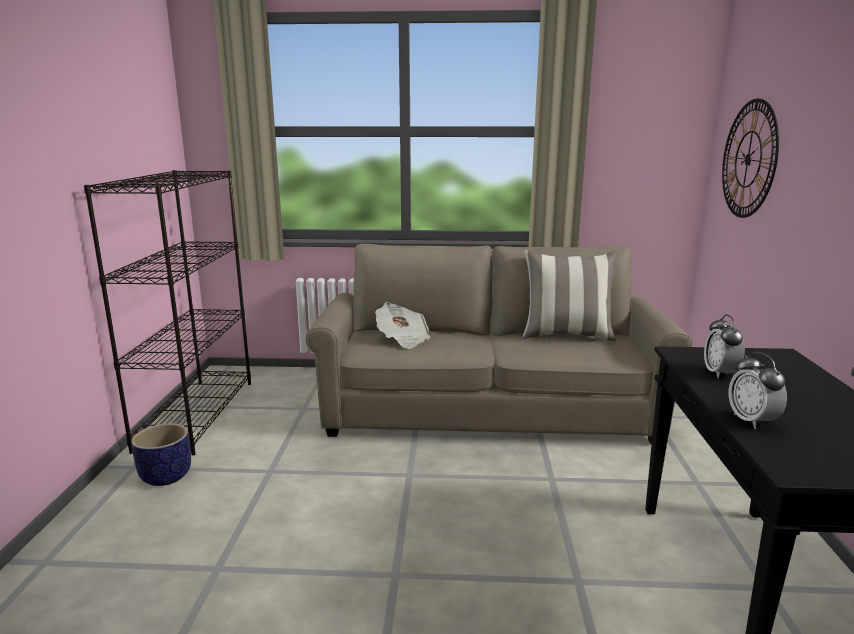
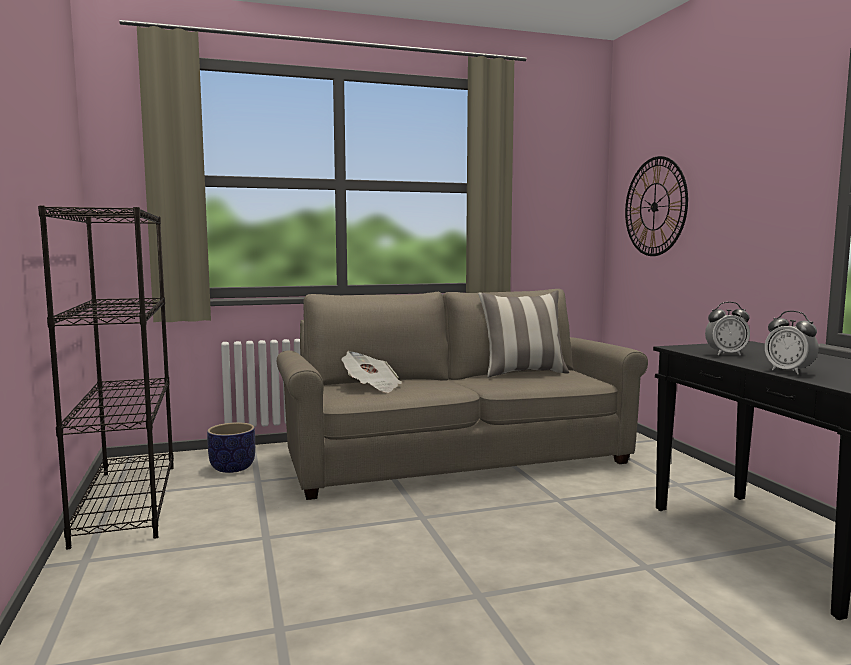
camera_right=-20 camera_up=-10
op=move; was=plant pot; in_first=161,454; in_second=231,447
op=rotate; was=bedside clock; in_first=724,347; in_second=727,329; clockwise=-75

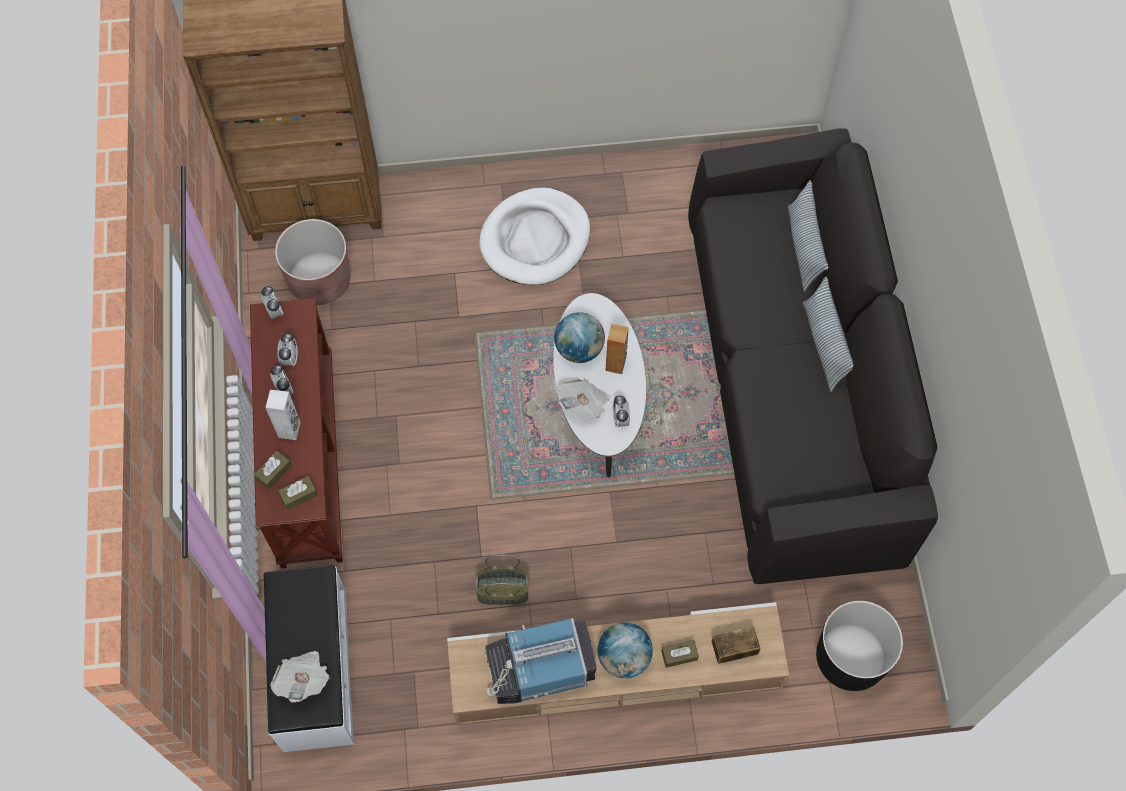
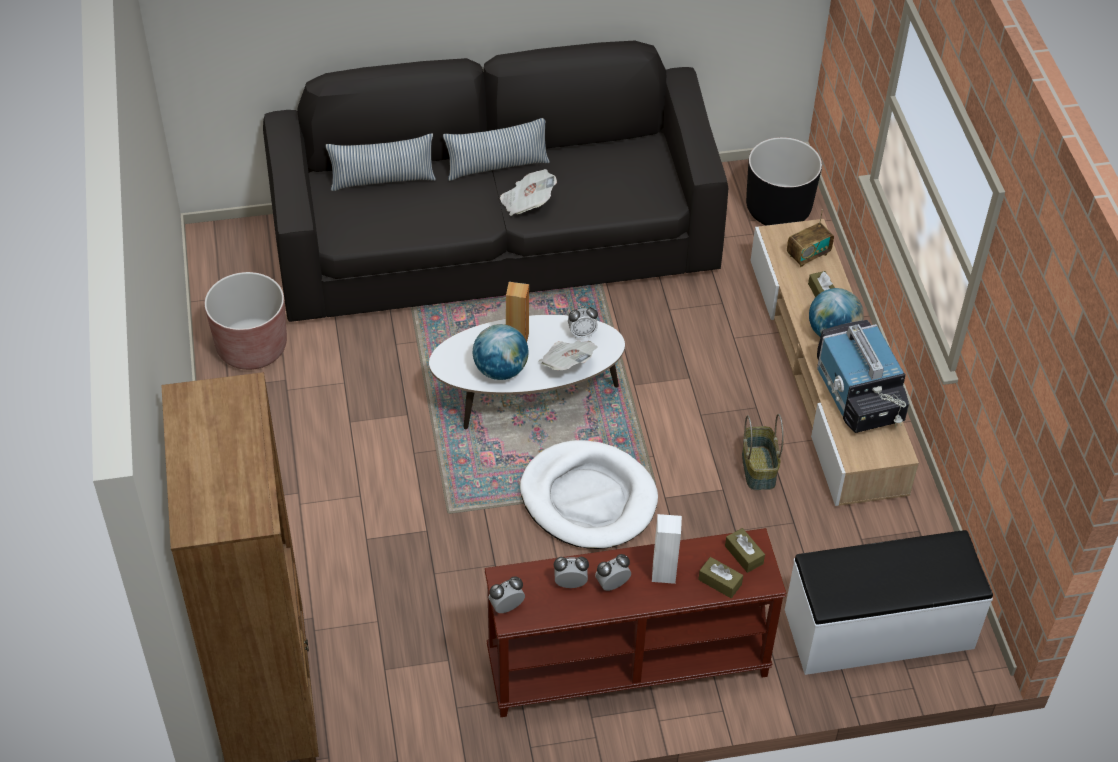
camera_right=-95 camera_up=-15
op=move; was=newspaper; in_first=300,676; in_second=528,192
op=move; was=brownish plant pot; in_first=312,262; in_second=245,321
op=move; was=white dog cushion; in_first=534,236; in_second=589,494
op=rotate; was=radio set; in_first=736,645; in_second=810,238; clockwise=-105

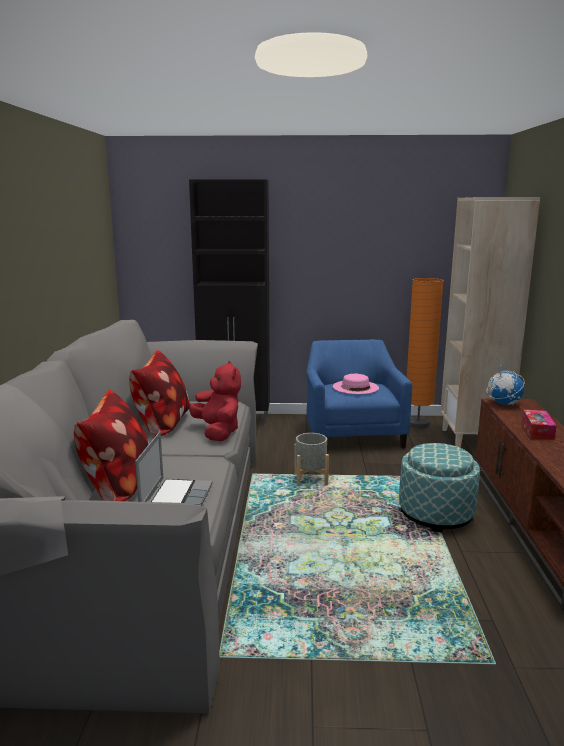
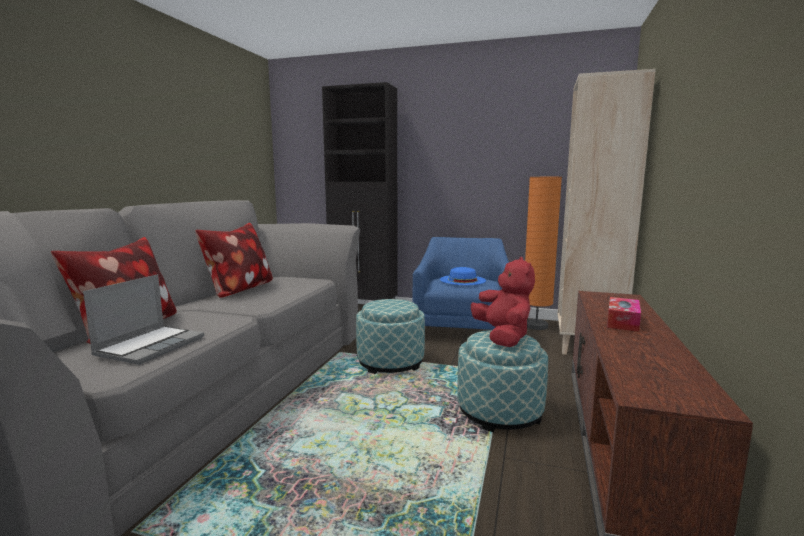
camera_right=15 camera_up=-5
op=delete; was=world globe; in_first=505,384
op=move; was=red-coloured plush toy; in_first=215,401; in_second=503,302
op=replace; was=gray plant pot; now=pouffe; in_first=311,459; in_second=390,336
op=recolor; was=pink clothing hat; now=blue-coloured clothing hat; in_first=356,384; in_second=463,276

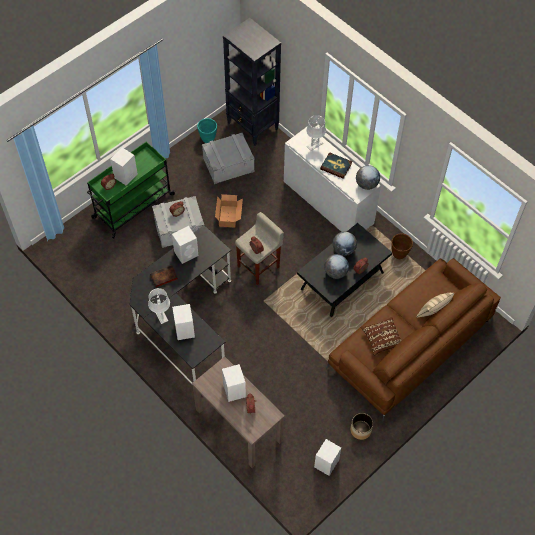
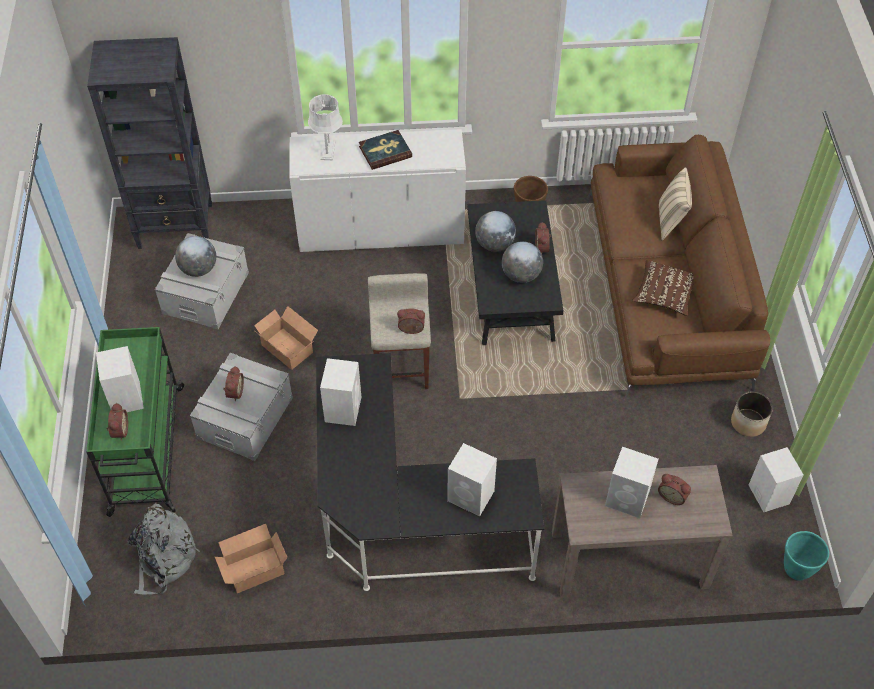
camera_right=-50 camera_up=-5
op=delete; was=white table lamp; in_first=159,306
op=delete; was=volume; in_first=164,276
op=insert; now=gray backpack; in_second=163,549
op=insert; now=packing box; in_second=251,558
op=move; was=blue-green plant pot; in_first=207,130; in_second=806,556
op=move; was=world globe; in_first=368,177; in_second=195,256

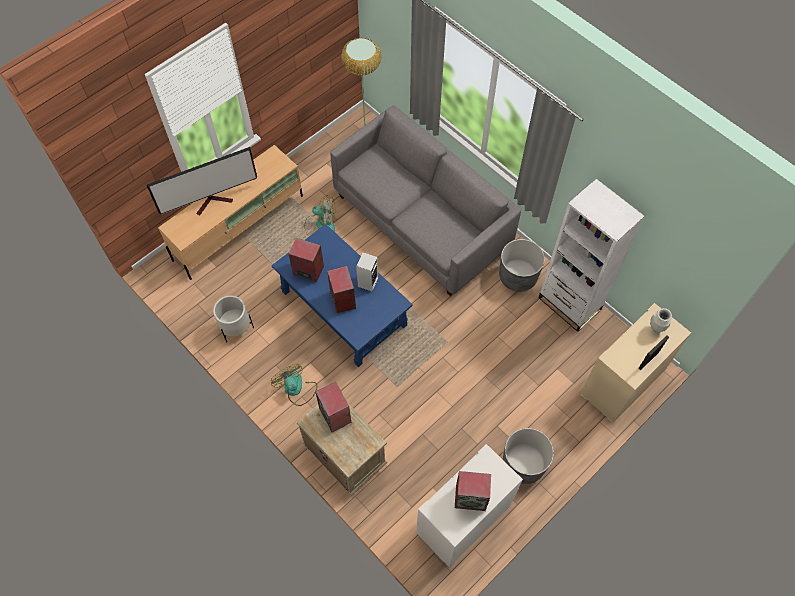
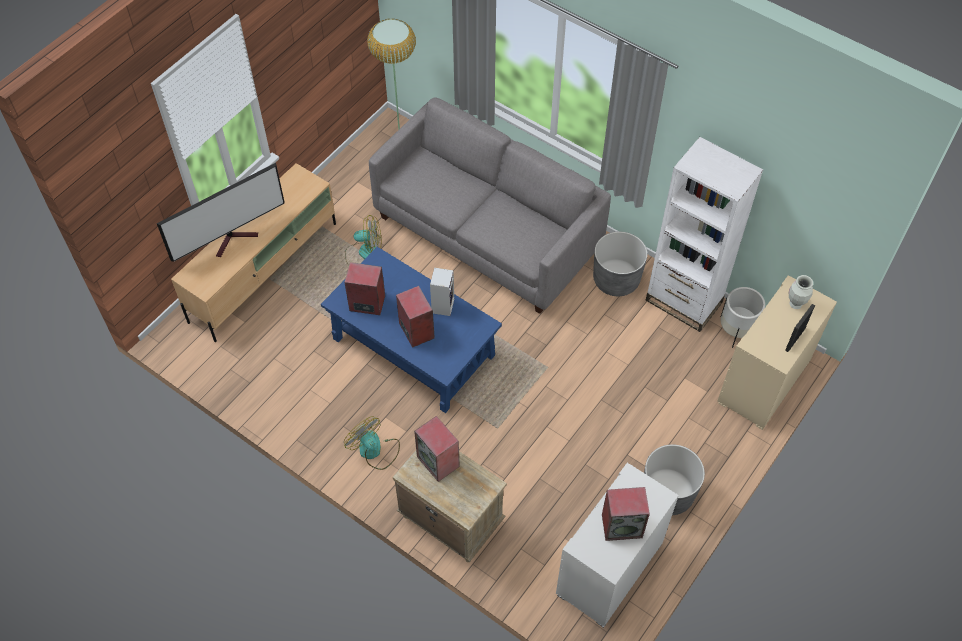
camera_right=-10 camera_up=-5
op=move; was=white plant pot; in_first=233,318; in_second=742,317

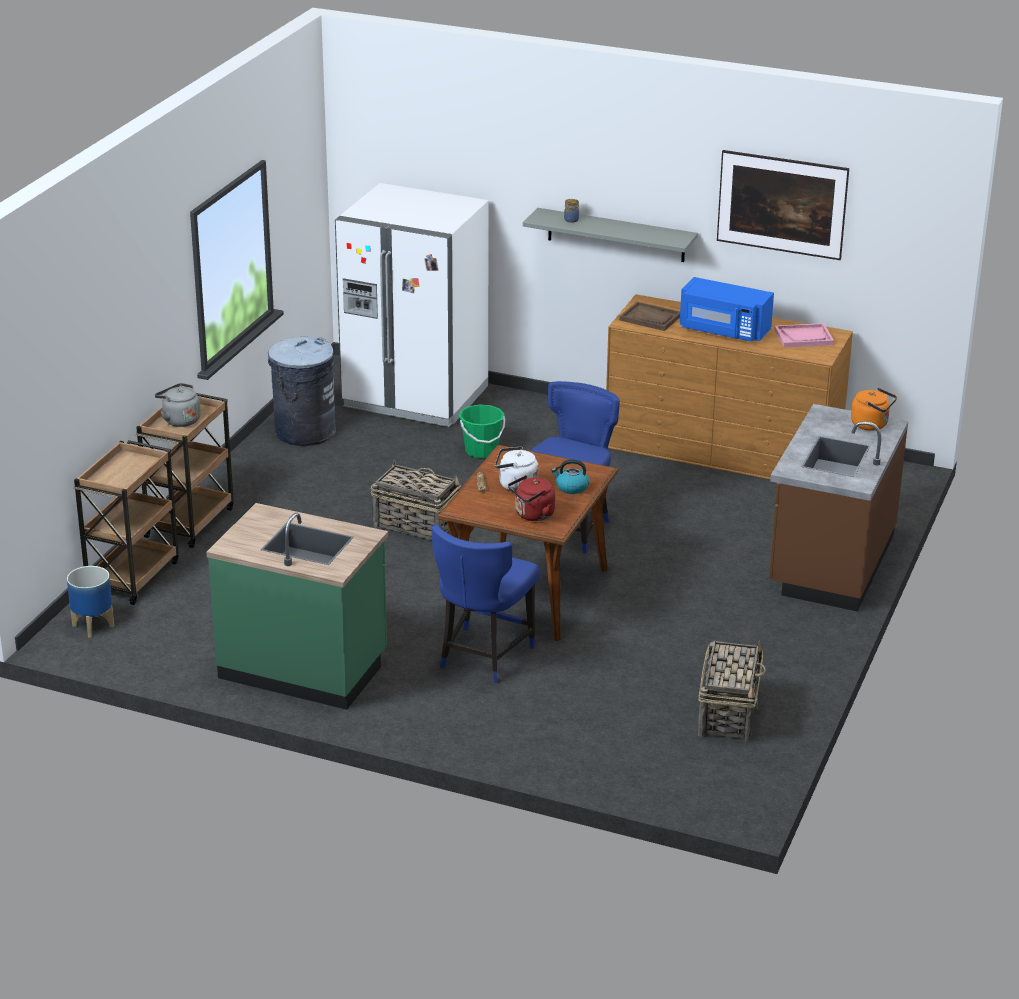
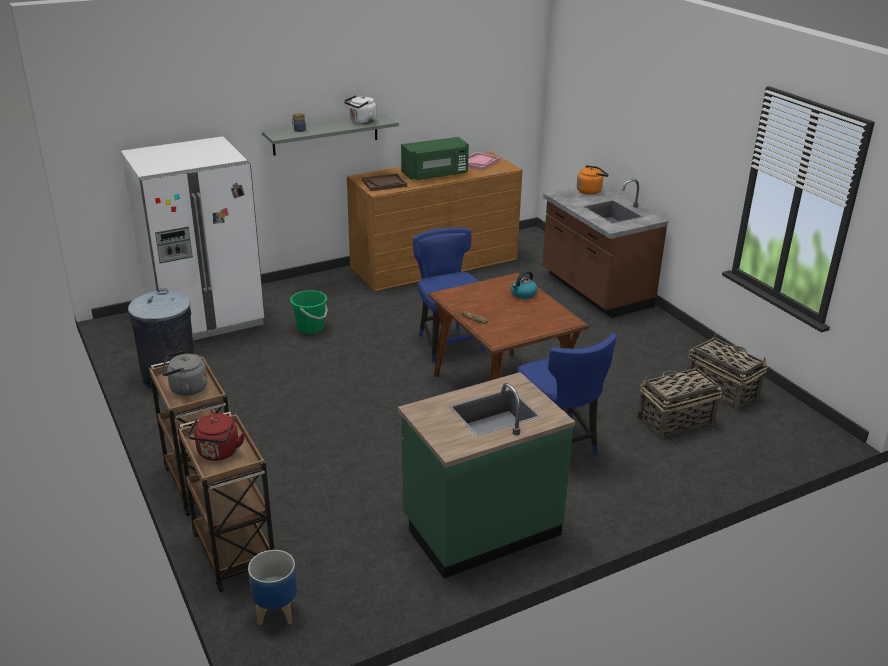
camera_right=-50 camera_up=0
op=delete; was=picture; in_first=783,205
op=move; was=household basket; in_first=416,499; in_second=679,401
op=move; was=white kettle; in_first=516,469; in_second=360,109
op=move; was=red-coloured kettle; in_first=531,498; in_second=216,437
op=recolor; was=blue-coloured microwave; now=green-coloured microwave; in_first=727,309; in_second=435,158

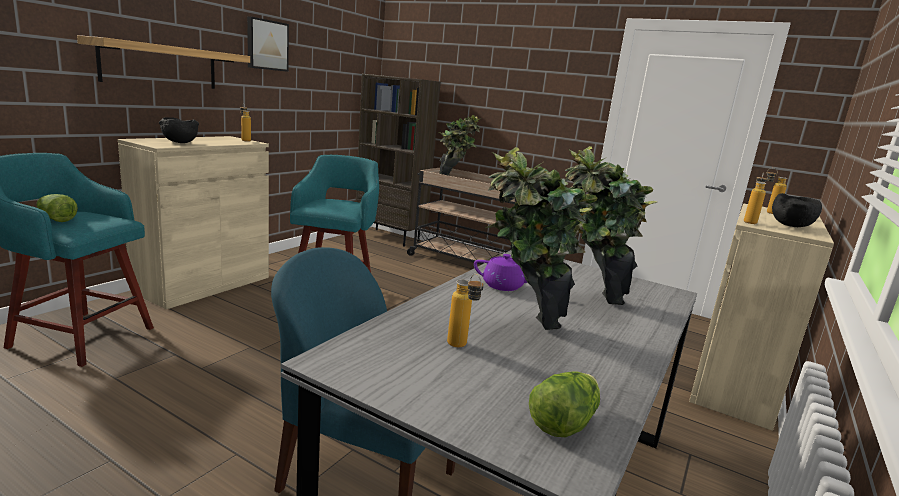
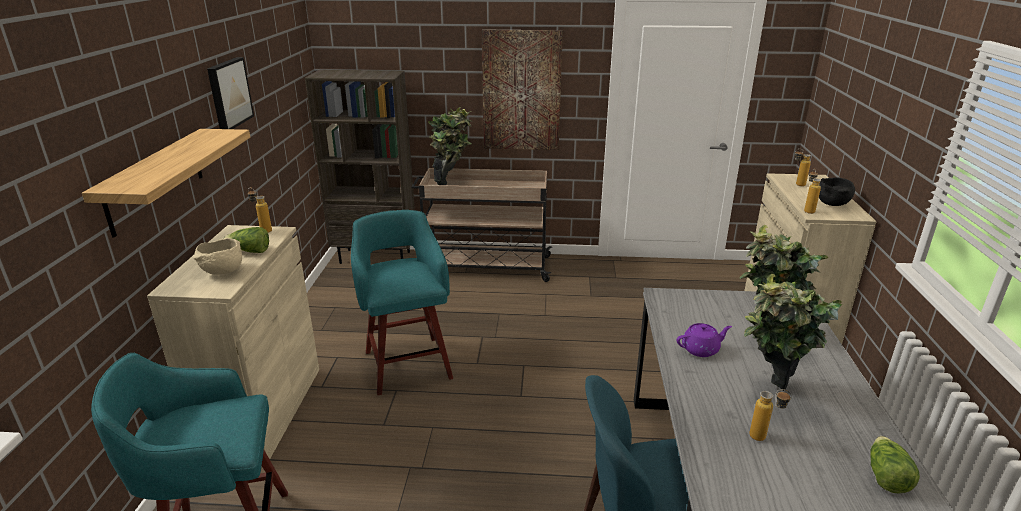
camera_right=-25 camera_up=10
op=insert; now=picture; in_second=522,89
op=move; was=head of lettuce; in_first=57,208; in_second=246,240
op=recolor; was=black deep dish; now=sand-coloured deep dish; in_first=179,130; in_second=217,256

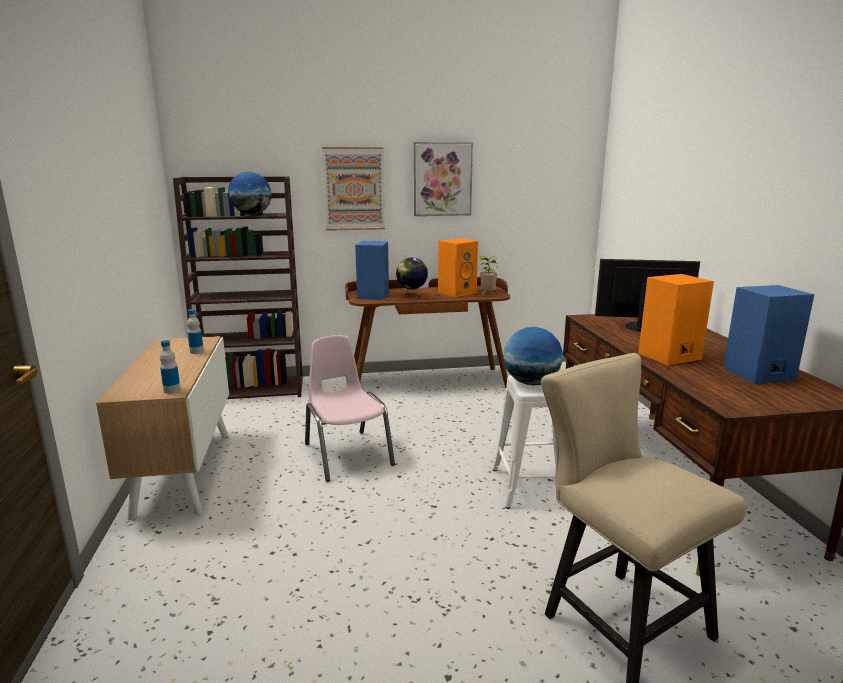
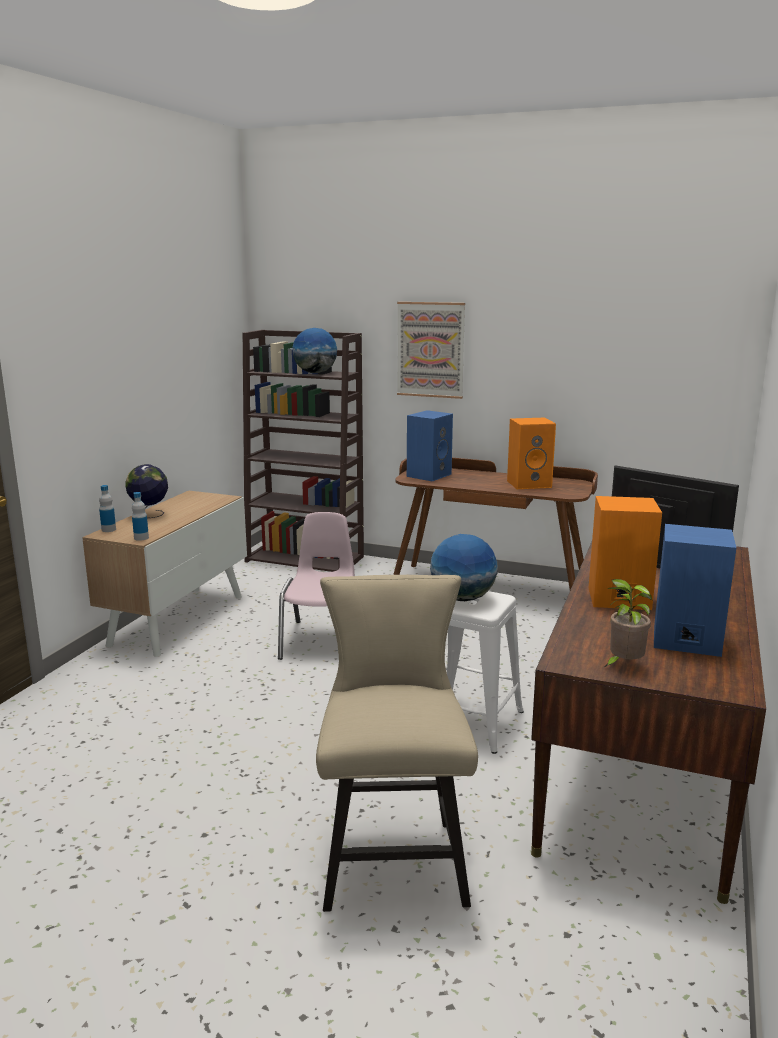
camera_right=30 camera_up=0
op=delete; was=picture; in_first=443,179
op=move; was=drink bottle; in_first=195,331; in_second=107,508
op=move; was=world globe; in_first=412,278; in_second=146,491
op=move; was=plant in a pot; in_first=489,275; in_second=628,623

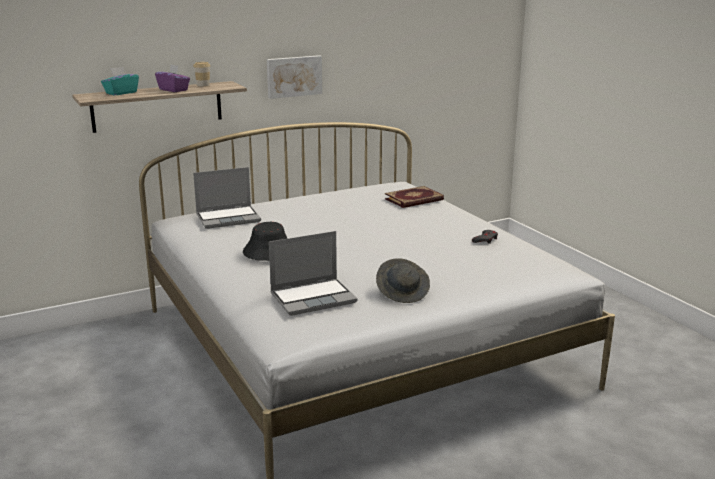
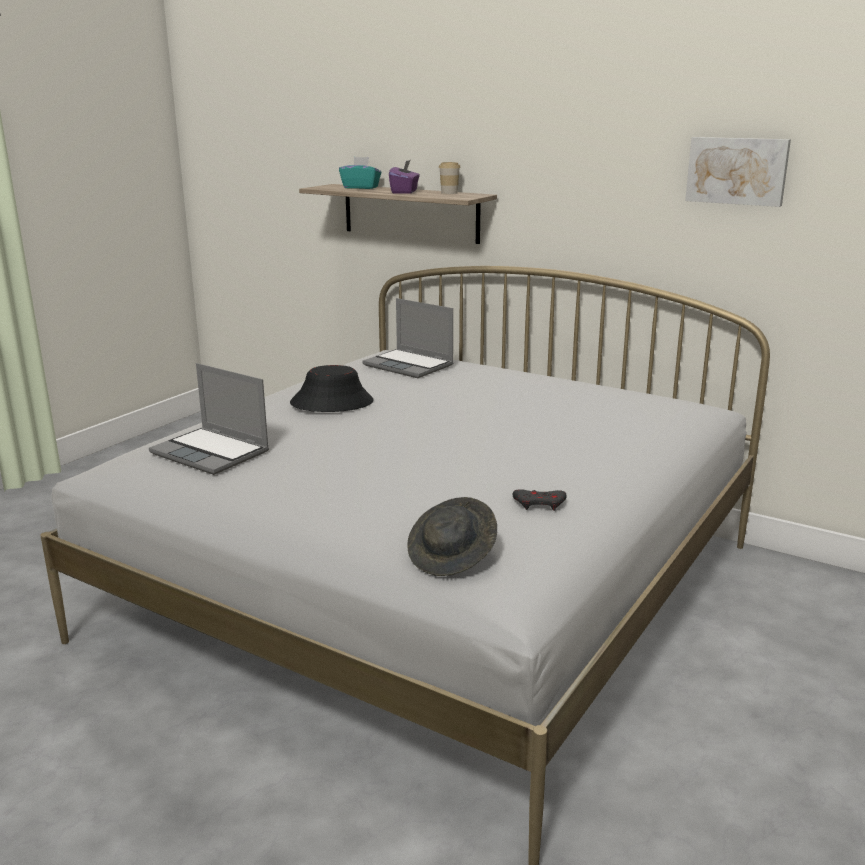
camera_right=60 camera_up=0
op=delete; was=volume; in_first=414,197
op=move; was=picture; in_first=294,77; in_second=738,172
op=move; was=gray clothing hat; in_first=403,280; in_second=452,536

